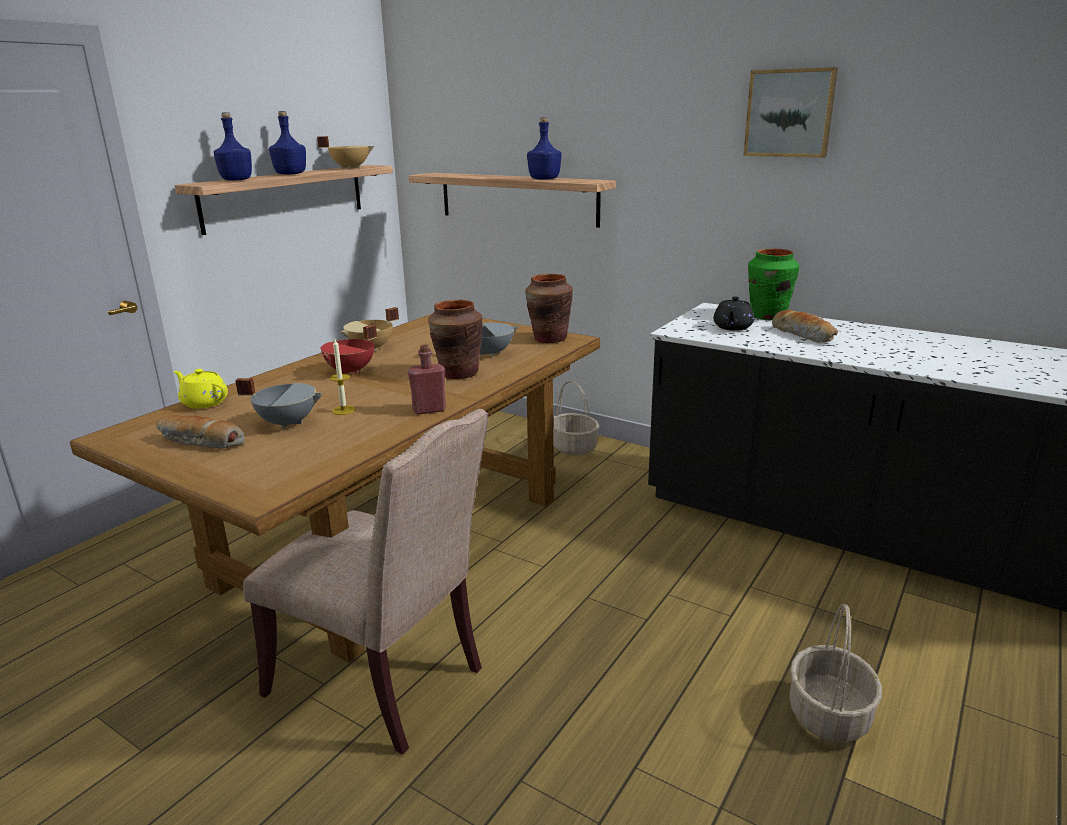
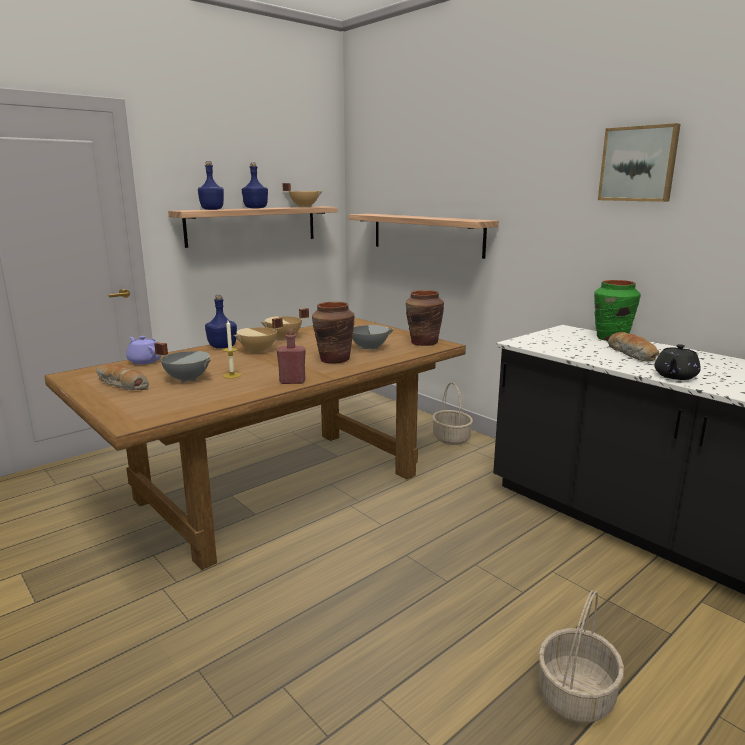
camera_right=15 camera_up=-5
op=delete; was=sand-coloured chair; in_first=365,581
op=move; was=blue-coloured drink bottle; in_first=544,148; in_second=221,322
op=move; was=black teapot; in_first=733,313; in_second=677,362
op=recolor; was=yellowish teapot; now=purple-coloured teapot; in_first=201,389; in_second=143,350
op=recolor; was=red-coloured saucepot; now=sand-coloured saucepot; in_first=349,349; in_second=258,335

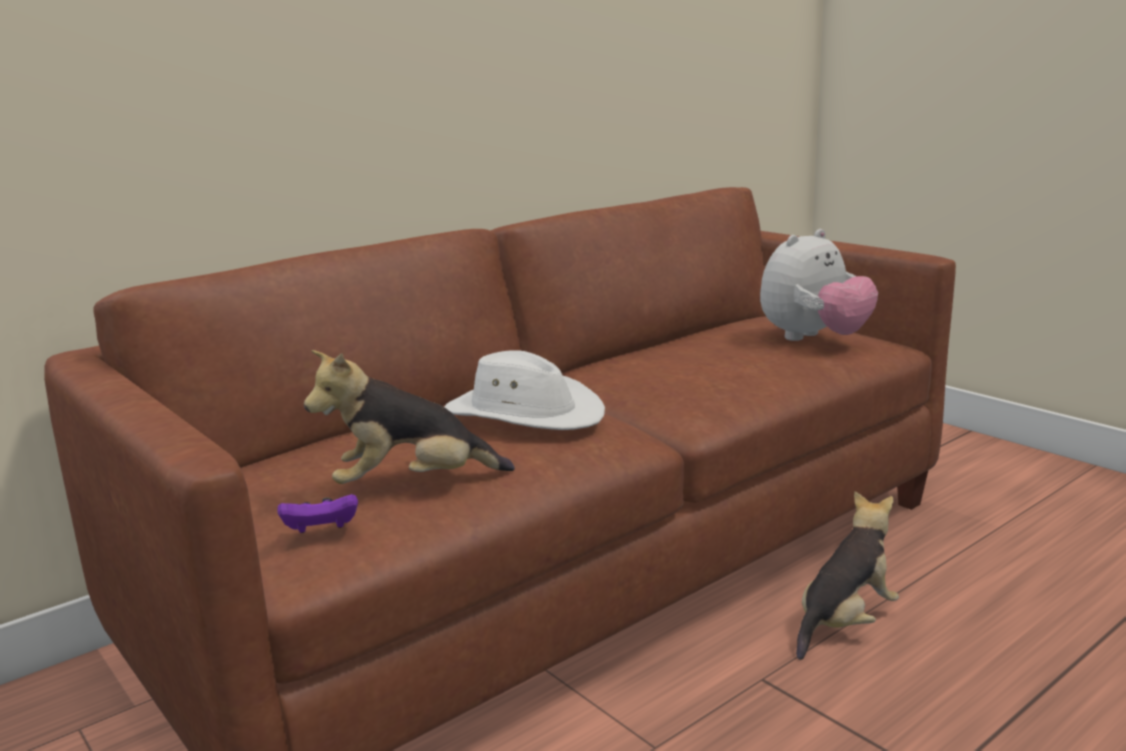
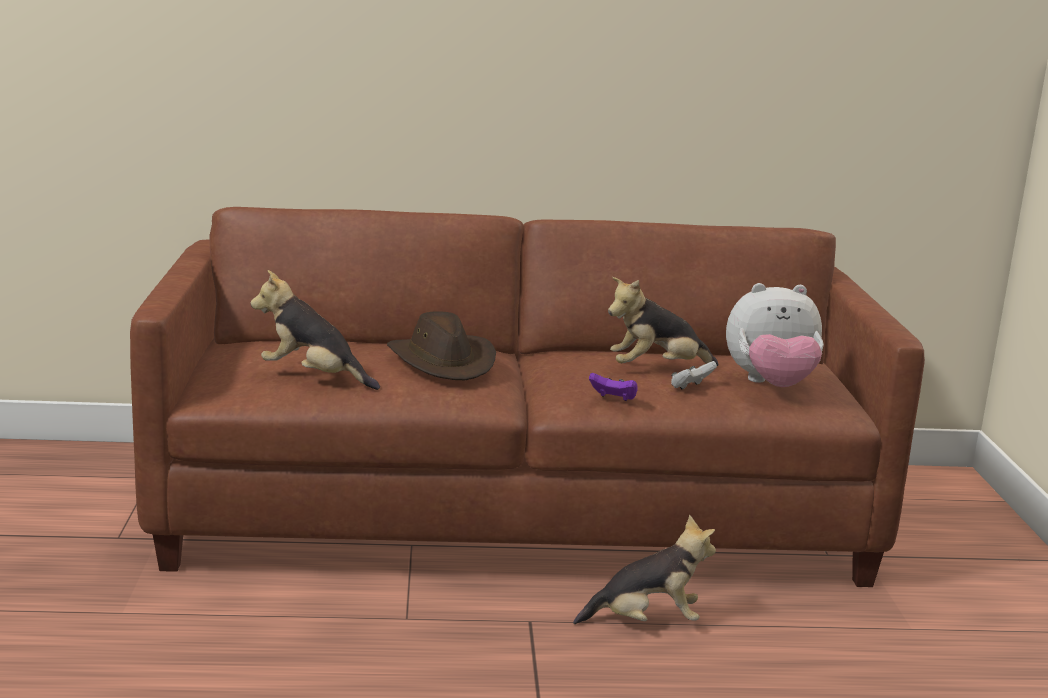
camera_right=35 camera_up=0
op=insert; now=plush toy; in_second=663,321
op=insert; now=white gamepad; in_second=694,375
op=move; was=purple-coloured gamepad; in_first=317,513; in_second=613,387
op=recolor; was=white clothing hat; now=brownish clothing hat; in_first=524,390; in_second=441,345

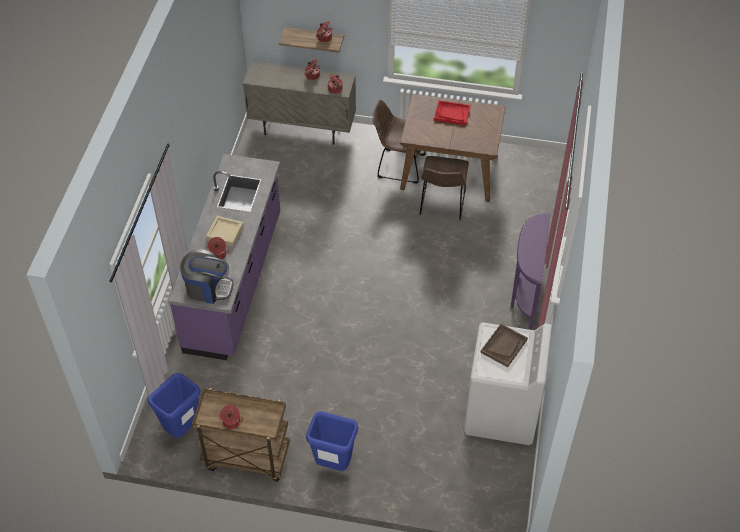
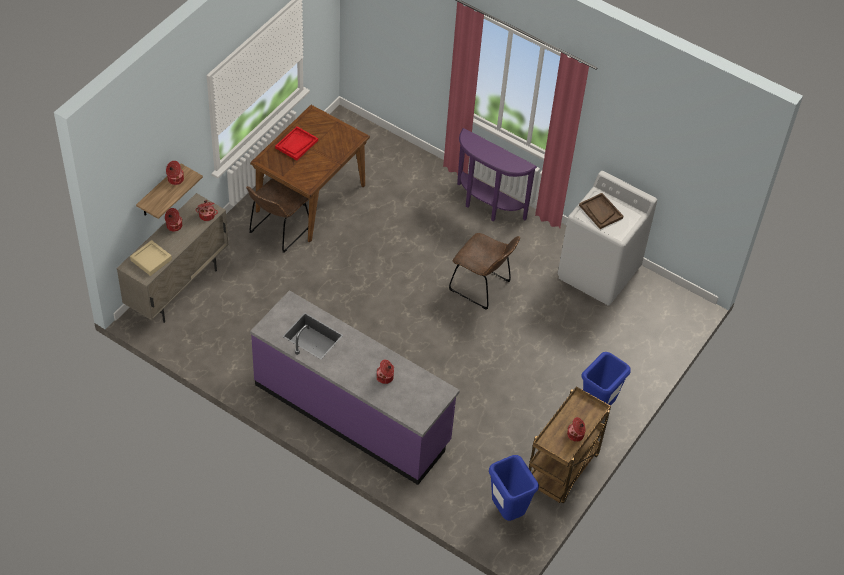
camera_right=-70 camera_up=0
op=delete; was=coffee machine; in_first=206,276
op=move; was=sand-coloured carrying tray; in_first=225,231; in_second=151,258
op=move; was=brownish chair; in_first=444,188; in_second=484,271

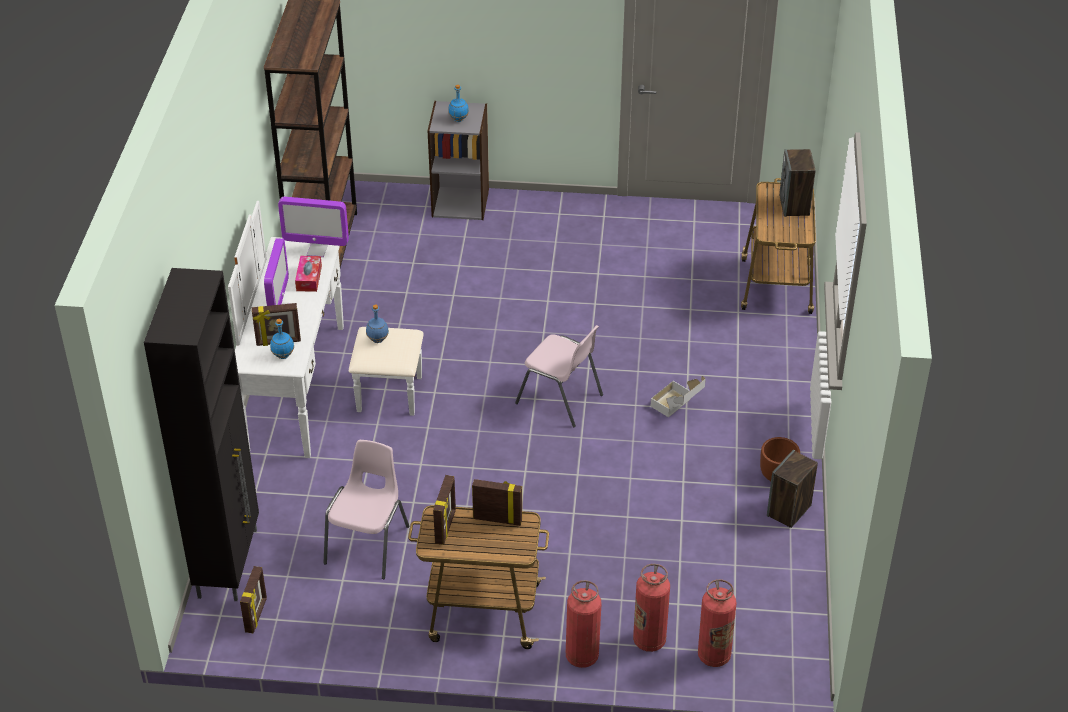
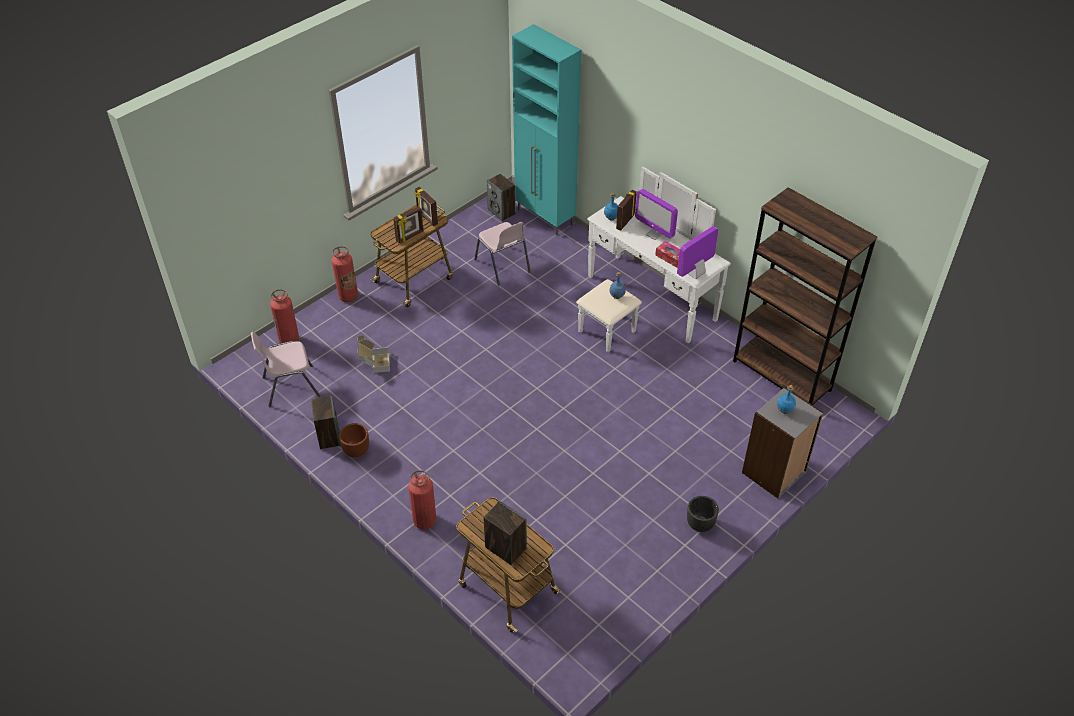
camera_right=130 camera_up=5
op=insert; now=black plant pot; in_second=703,514
op=move; was=pink chair; in_first=559,376; in_second=285,369
op=move; was=fire-fighting cylinder; in_first=651,608; in_second=422,499
op=move; was=packing box; in_first=678,396; in_second=373,354
op=replace; was=standing frame; now=audio speaker; in_first=253,599; in_second=501,197
op=recolor; was=black cabinet; now=blue-green cabinet; in_first=201,434; in_second=546,130

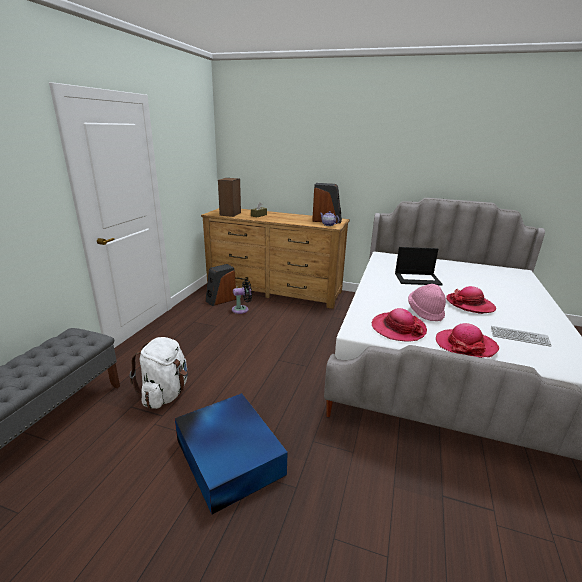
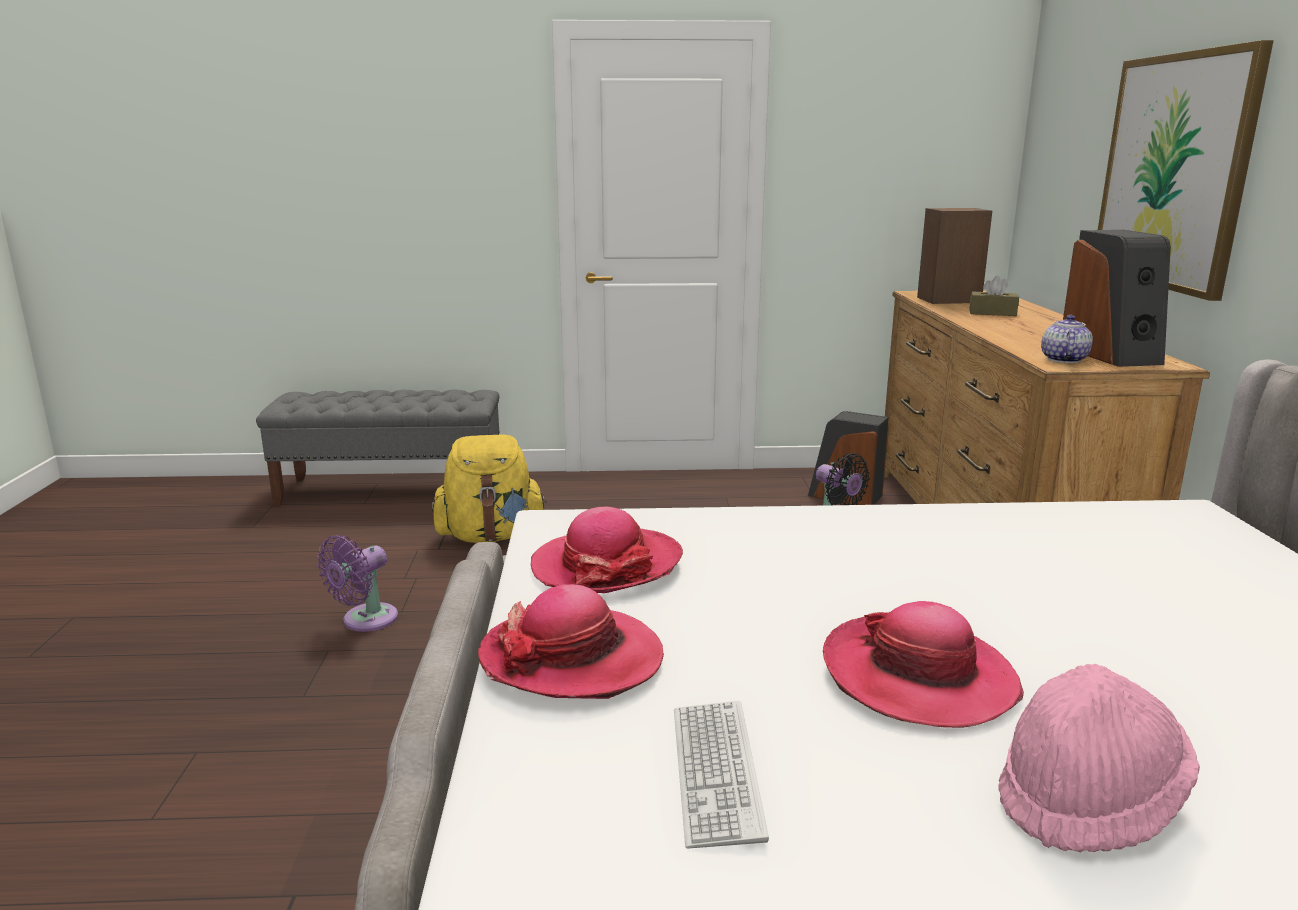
camera_right=70 camera_up=-5
op=delete; was=portable computer; in_first=419,266
op=insert; now=picture; in_second=1186,170
op=move; was=pink clothing hat; in_first=427,302; in_second=1099,758
op=replace; was=blue-coloured storage container; now=purple-coloured fan; in_first=231,453; in_second=357,583
op=recolor; was=white backpack; now=yellowish backpack; in_first=159,373; in_second=489,489

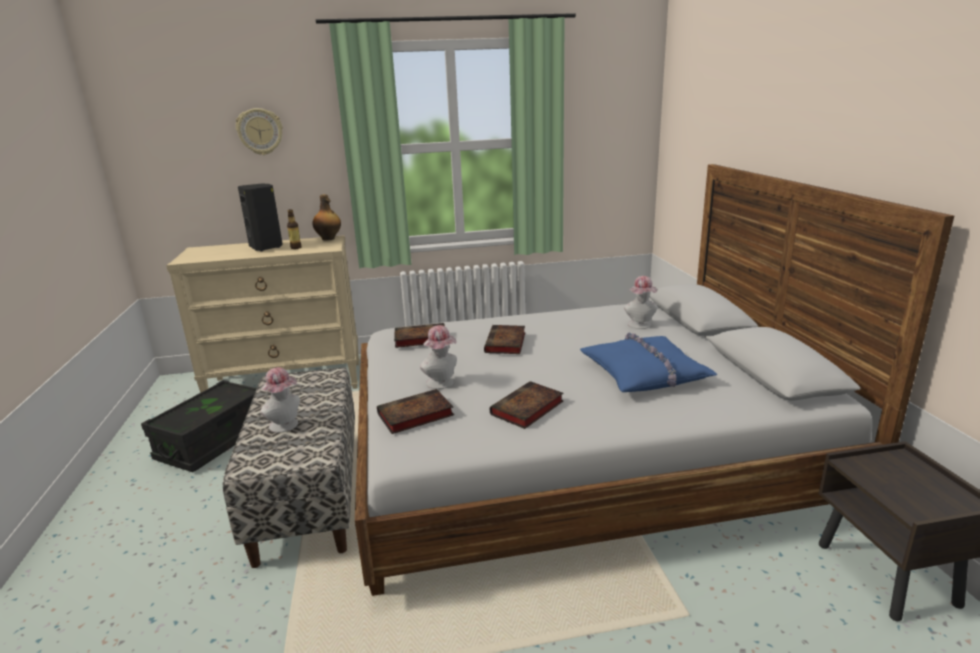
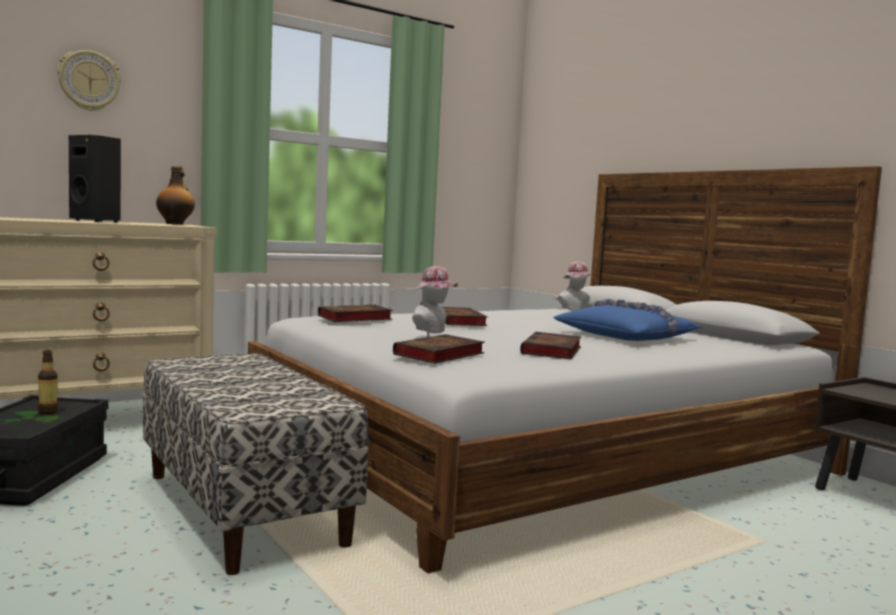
camera_right=-25 camera_up=-15
op=delete; was=clothing hat; in_first=280,400
op=move; was=drink bottle; in_first=294,229; in_second=48,382

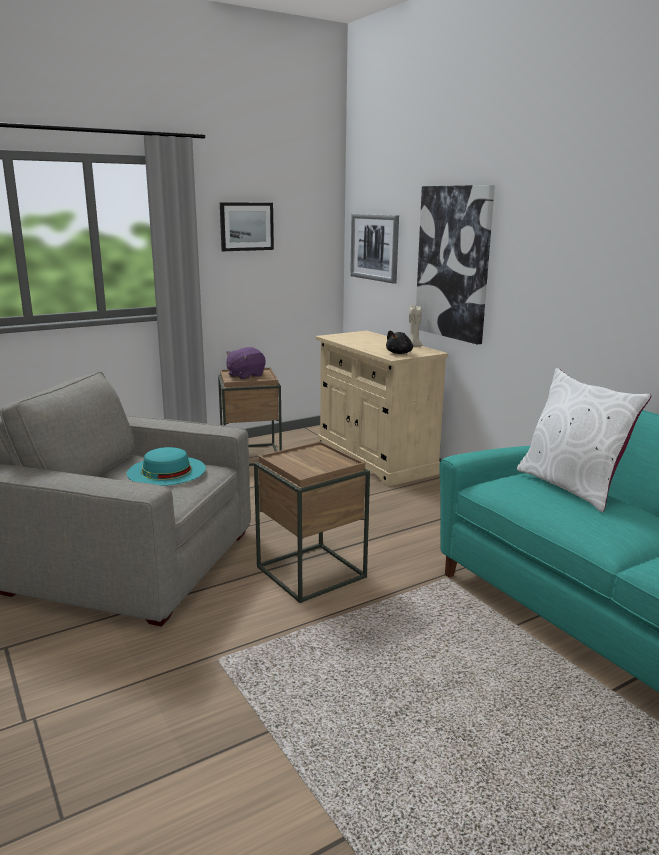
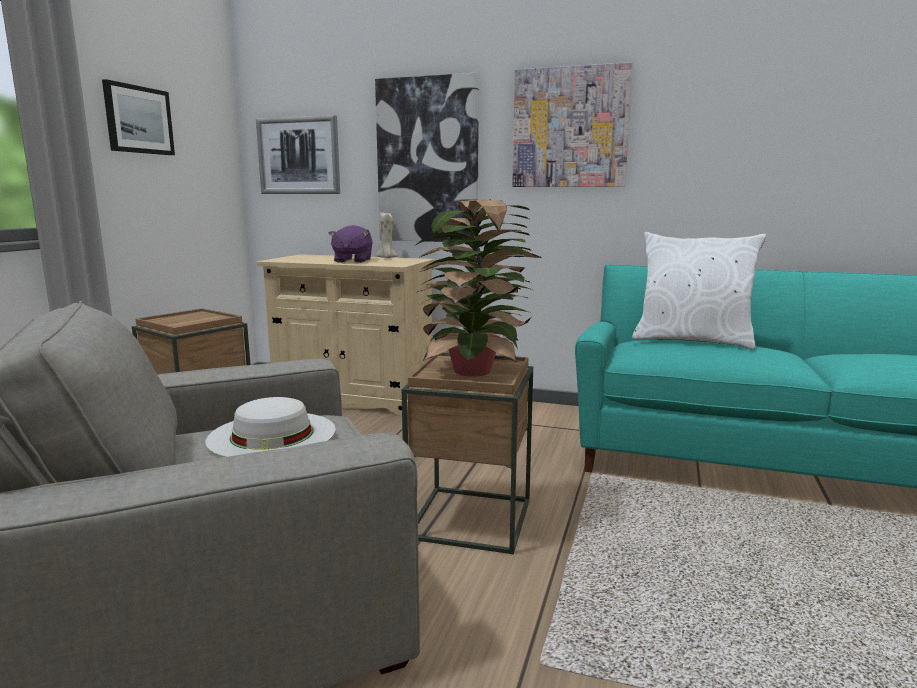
camera_right=-40 camera_up=-5
op=delete; was=black plush toy; in_first=399,342
op=insert; now=plant in a pot; in_second=479,287
op=insert; now=picture; in_second=572,124
op=move; was=purple-coloured plush toy; in_first=246,363; in_second=351,244
op=recolor; was=blue-green clothing hat; now=white clothing hat; in_first=166,466; in_second=270,427

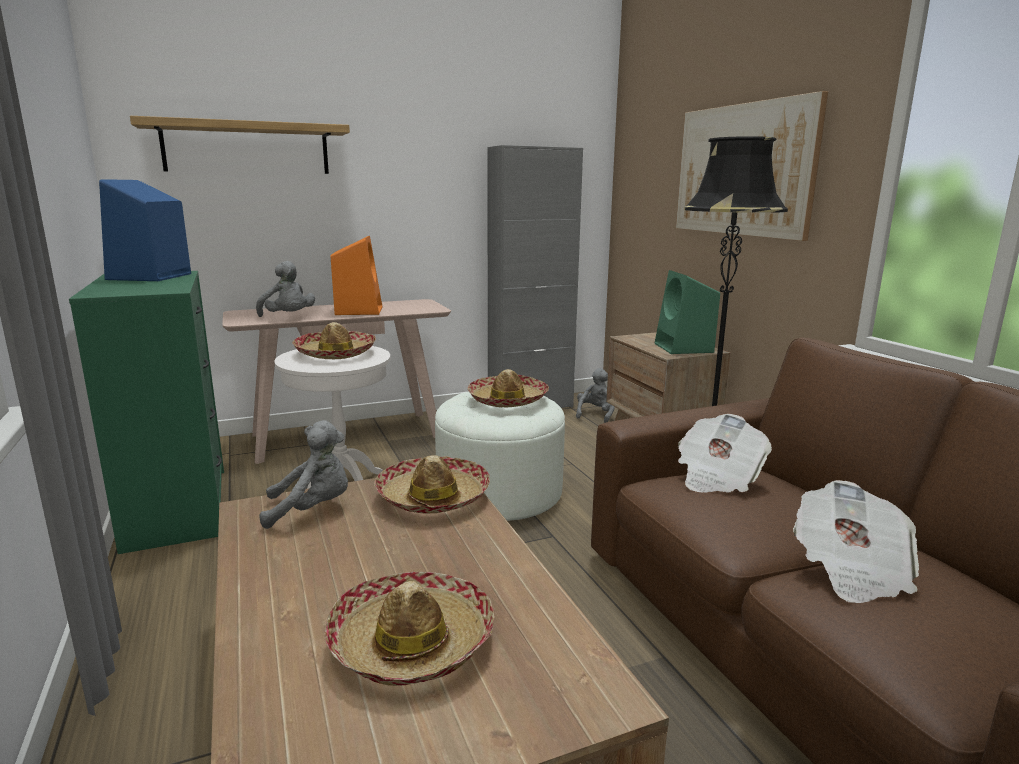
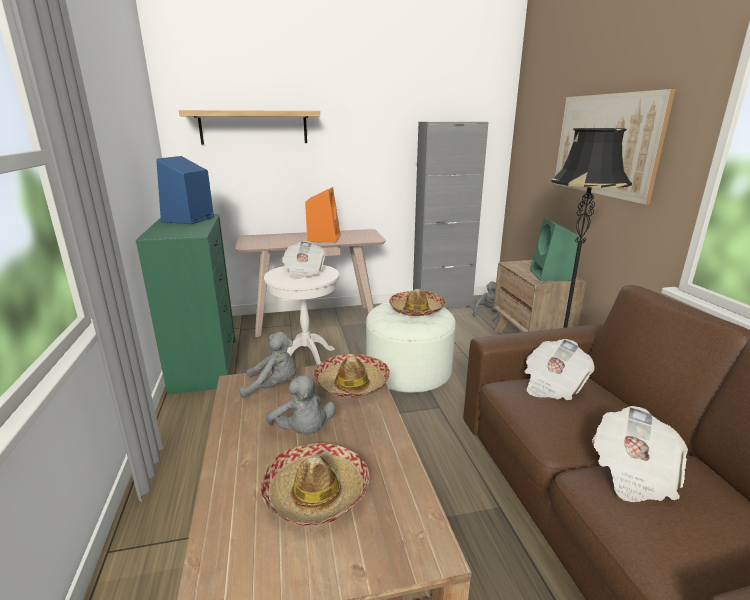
camera_right=10 camera_up=5
op=move; was=gray plush toy; in_first=285,289; in_second=301,405
op=replace; was=clothing hat; now=newspaper; in_first=334,340; in_second=304,260

